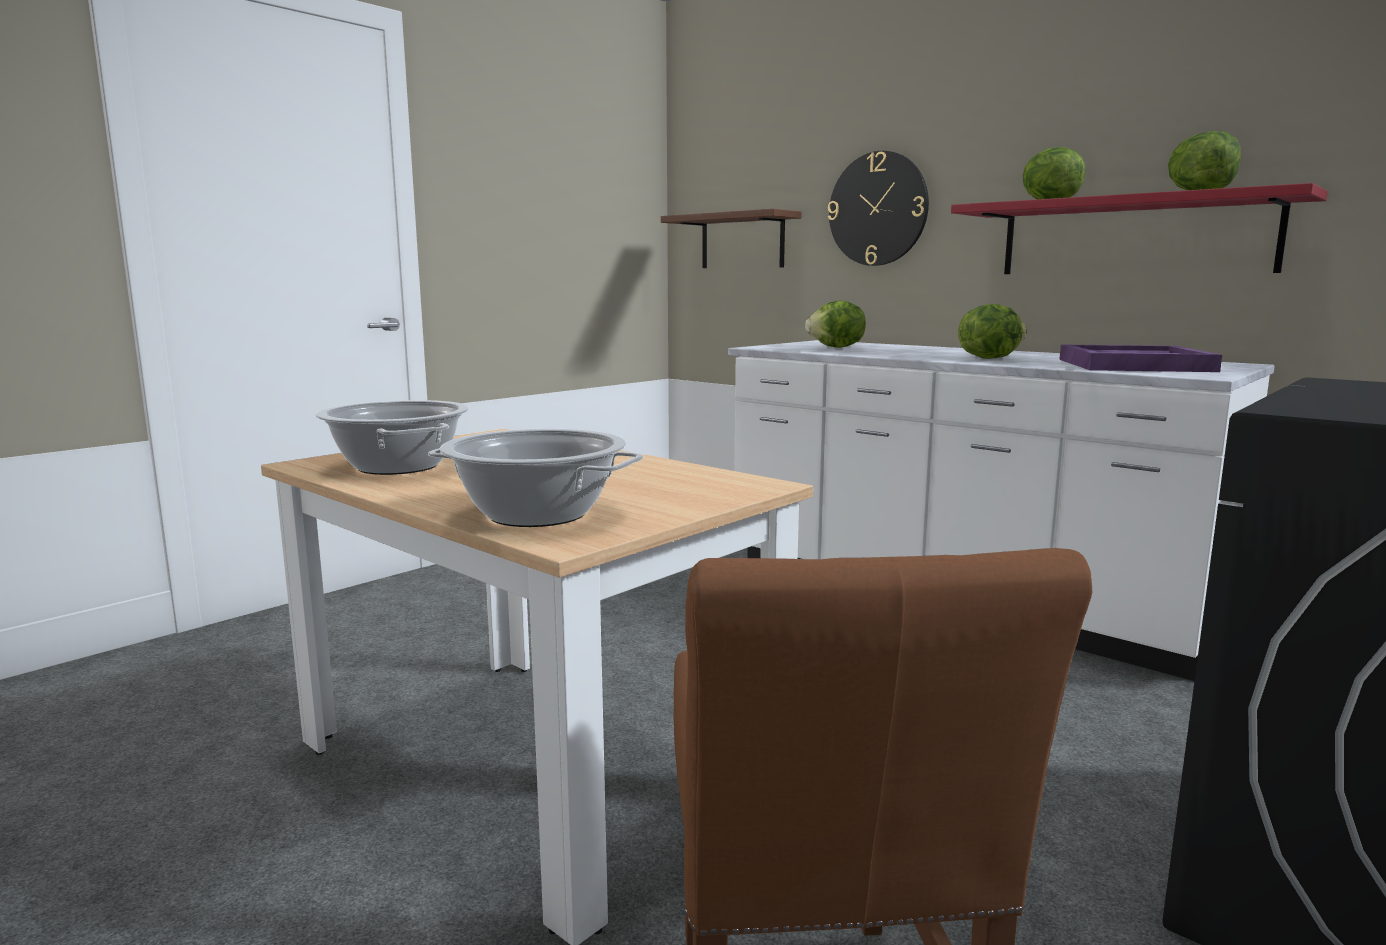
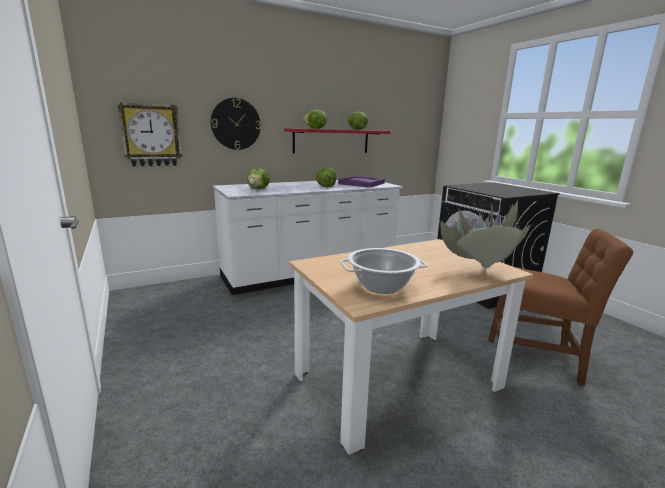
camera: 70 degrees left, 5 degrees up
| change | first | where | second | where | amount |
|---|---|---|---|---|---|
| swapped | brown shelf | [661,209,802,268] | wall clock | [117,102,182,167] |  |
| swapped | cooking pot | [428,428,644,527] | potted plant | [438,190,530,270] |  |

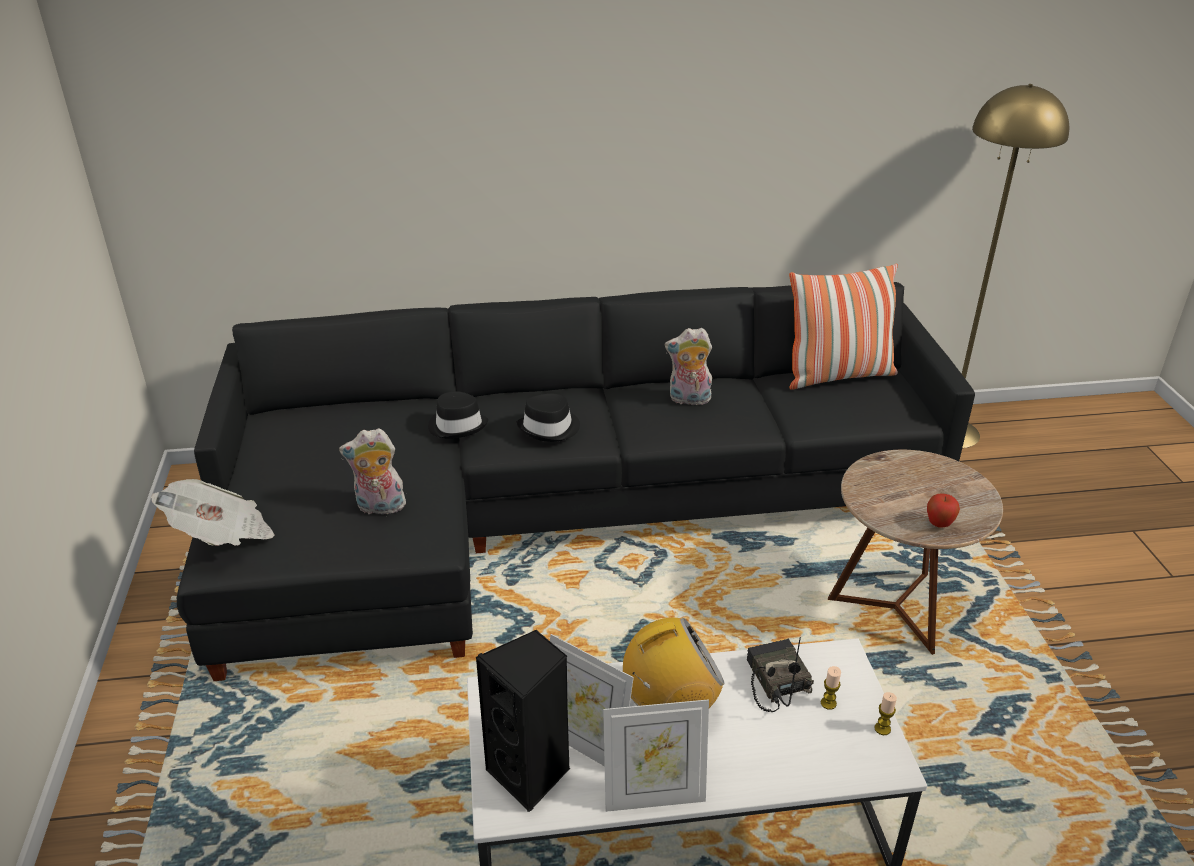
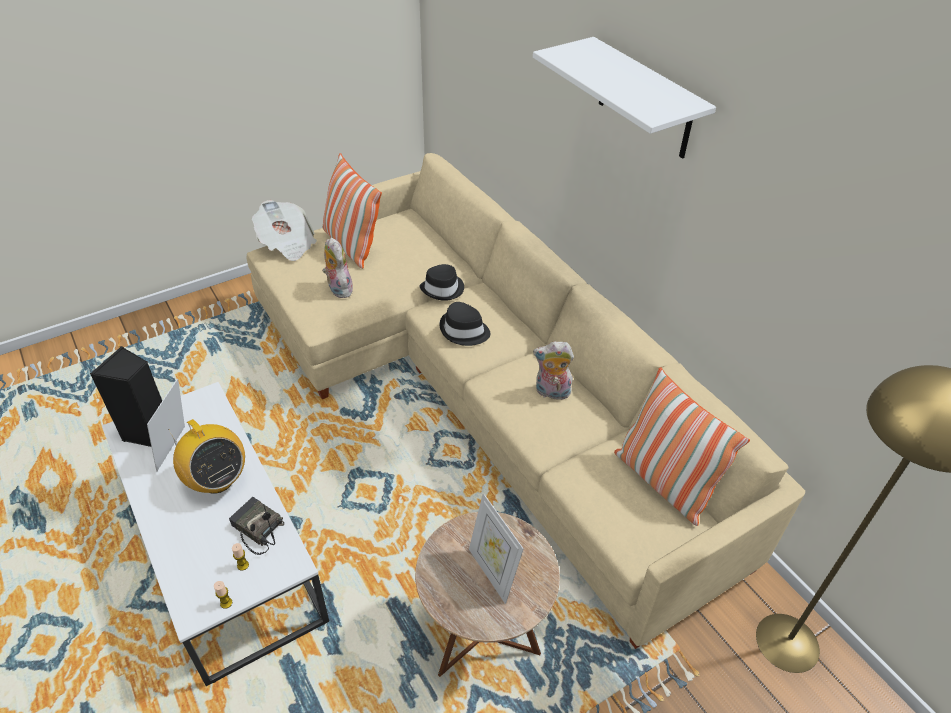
camera: 65 degrees right, 10 degrees up
| change | first | where | second | where | amount |
|---|---|---|---|---|---|
| repainted | black sofa | [177,282,975,681] | beige sofa | [246,153,805,649] |  |
| rotated | plush toy | [665,328,712,405] |  | [533,341,574,400] | 60 degrees counterclockwise |
| gone | apple | [927,493,960,528] |  |  |  |
| rotated | radio | [747,637,814,712] |  | [229,497,284,555] | 105 degrees counterclockwise |
| shifted | picture frame | [603,699,709,812] |  | [469,493,524,604] |  |
| new |  |  | white shelf | [533,37,716,159] |  |
| new |  |  | pillow | [322,153,382,269] |  |

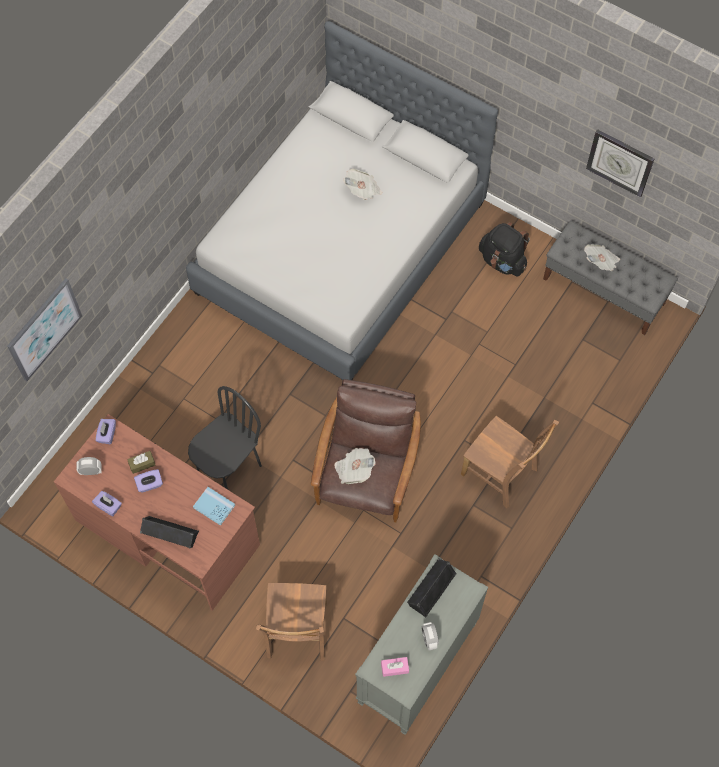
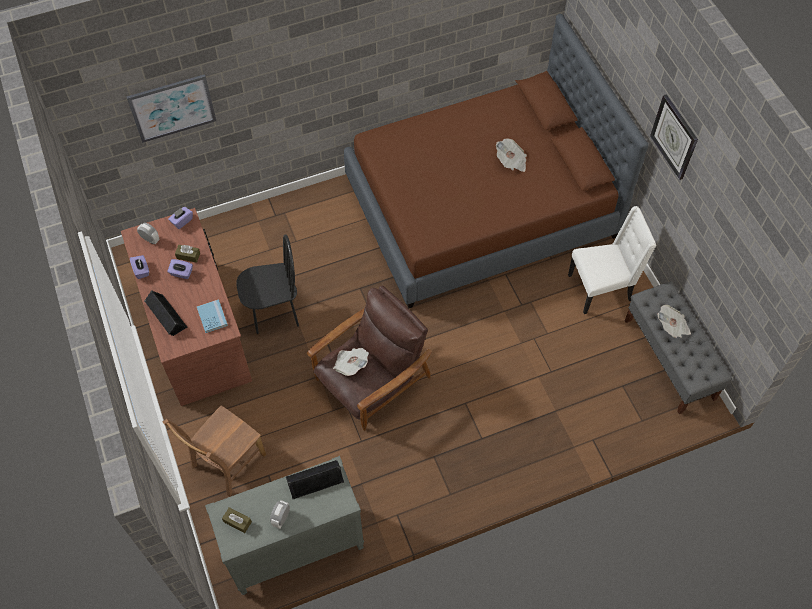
camera: 35 degrees right, 5 degrees down
| change | first | where | second | where | amount |
|---|---|---|---|---|---|
| repainted | grey bed | [186,21,498,380] | brown bed | [344,14,648,308] |  |
| shifted | wall clock | [586,129,654,197] |  | [650,94,698,180] |  |
| swapped | black backpack | [479,222,530,276] | white chair | [568,206,656,314] |  |
| gone | brown chair | [461,416,559,508] |  |  |  |
| repainted | pink tissue box | [381,657,409,677] | brown tissue box | [222,507,252,533] |  |

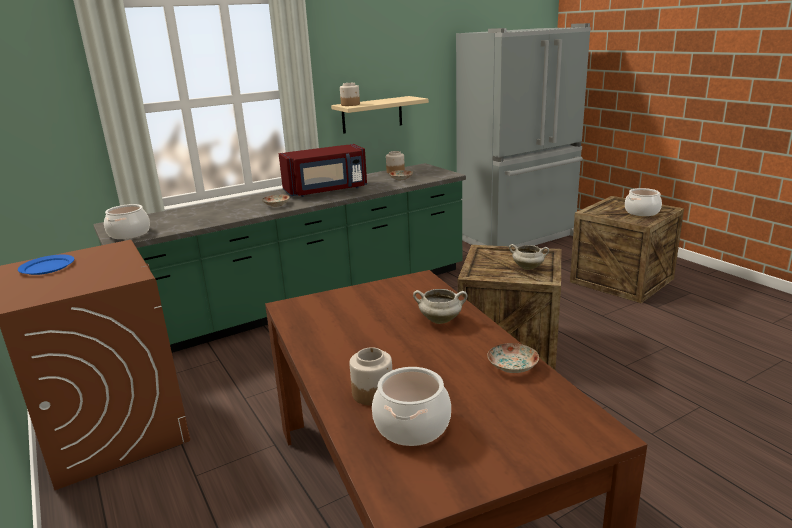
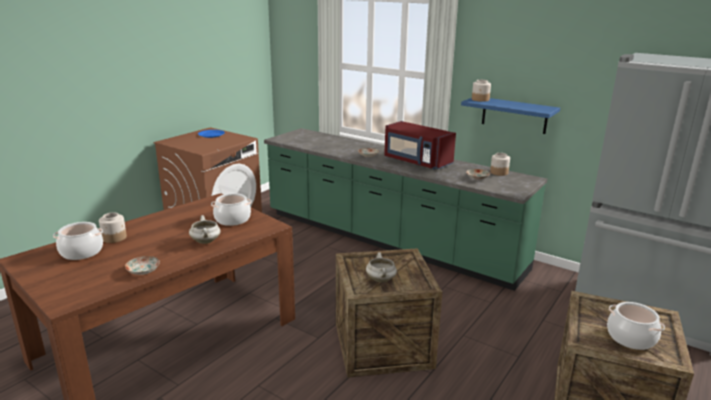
camera: 65 degrees right, 0 degrees up
| change | first | where | second | where | amount |
|---|---|---|---|---|---|
| repainted | beige shelf | [331,96,429,134] | blue shelf | [461,98,560,134] |  |
| shifted | cooking pot | [104,204,150,239] |  | [211,193,252,226] |  |

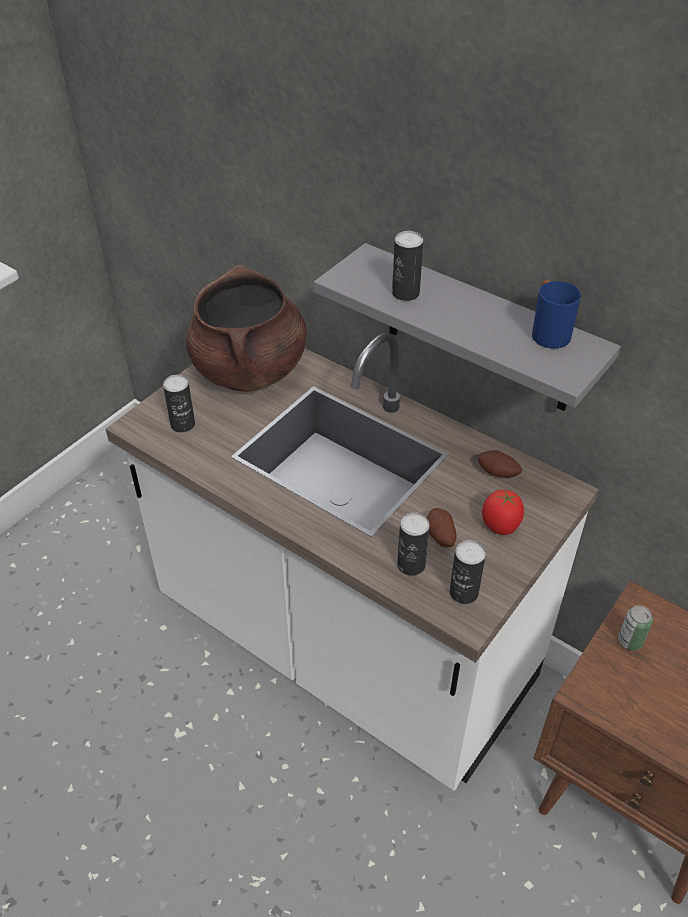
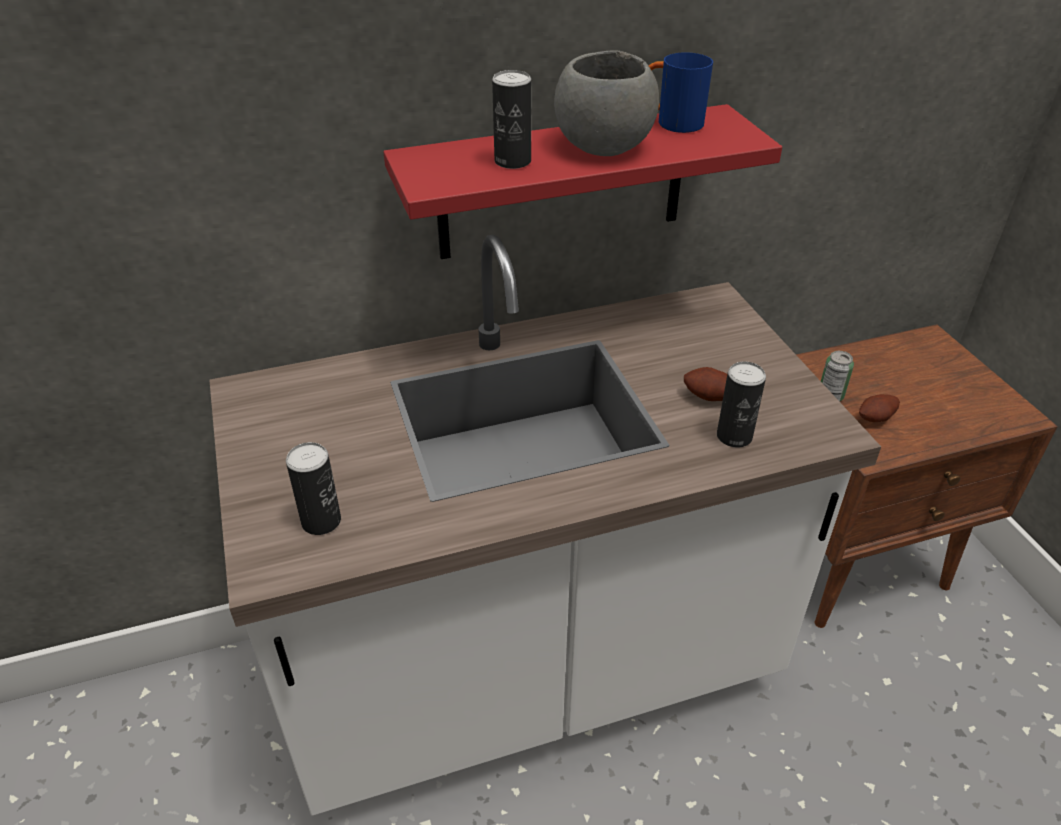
camera: 55 degrees left, 5 degrees down
| change | first | where | second | where | amount |
|---|---|---|---|---|---|
| repainted | grey shelf | [314,243,621,411] | red shelf | [384,104,782,259] |  |
| gone | brown cooking pot | [186,265,307,392] |  |  |  |
| shifted | potato | [478,450,522,478] |  | [859,394,900,422] |  |
| gone | tomato | [482,490,524,535] |  |  |  |
| gone | can | [450,540,486,604] |  |  |  |
| new |  |  | grey bowl | [554,50,659,156] |  |

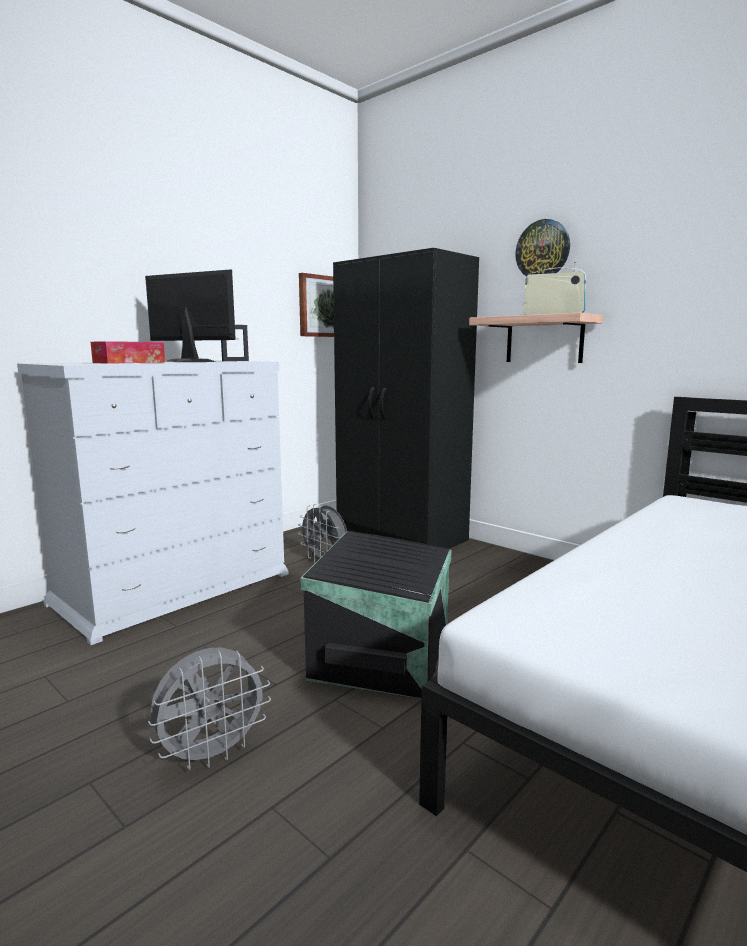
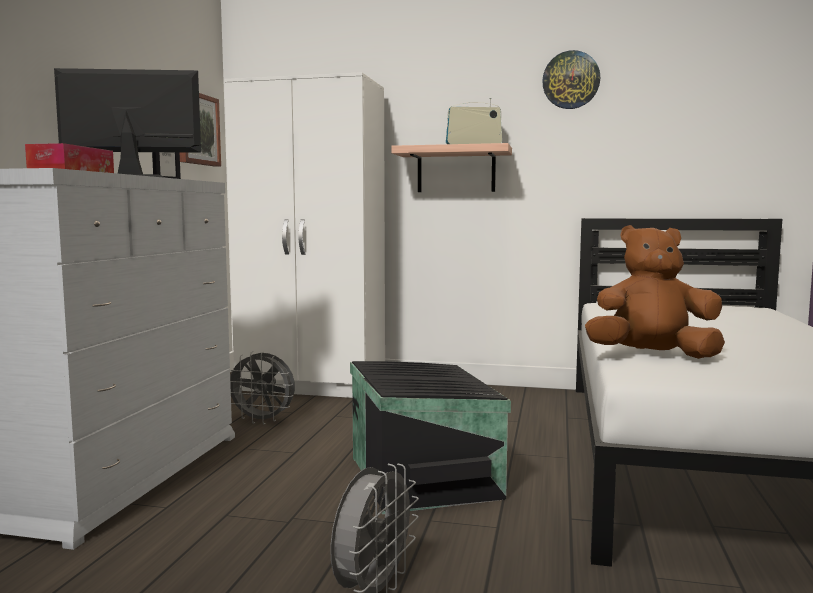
camera: 30 degrees left, 5 degrees down
| change | first | where | second | where | amount |
|---|---|---|---|---|---|
| shifted | wall clock | [515,219,570,277] |  | [542,50,600,109] |  |
| repainted | black wardrobe | [333,248,479,549] | white wardrobe | [224,72,385,398] |  |
| new |  |  | brown plush toy | [585,225,725,359] |  |

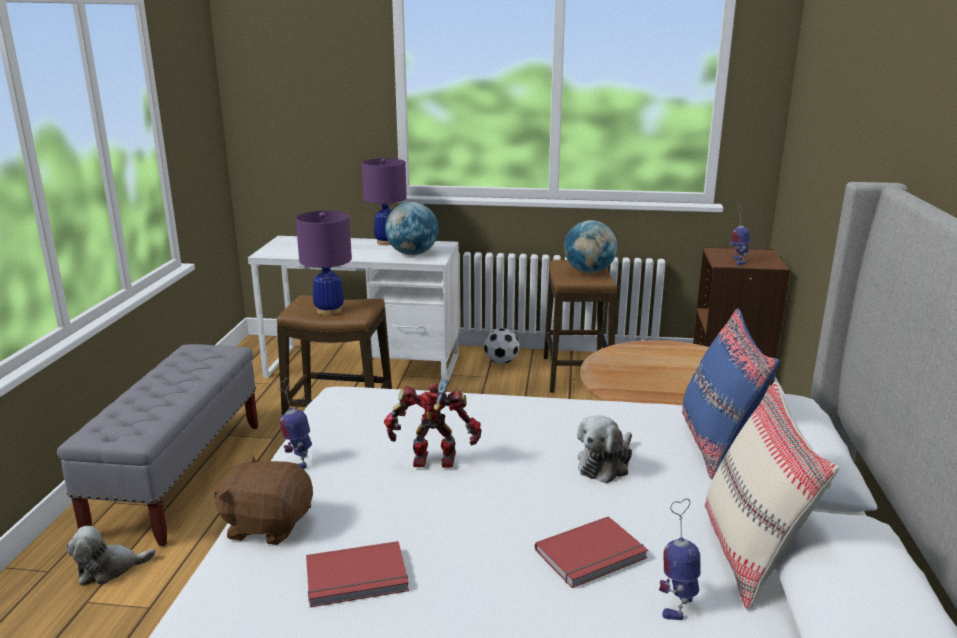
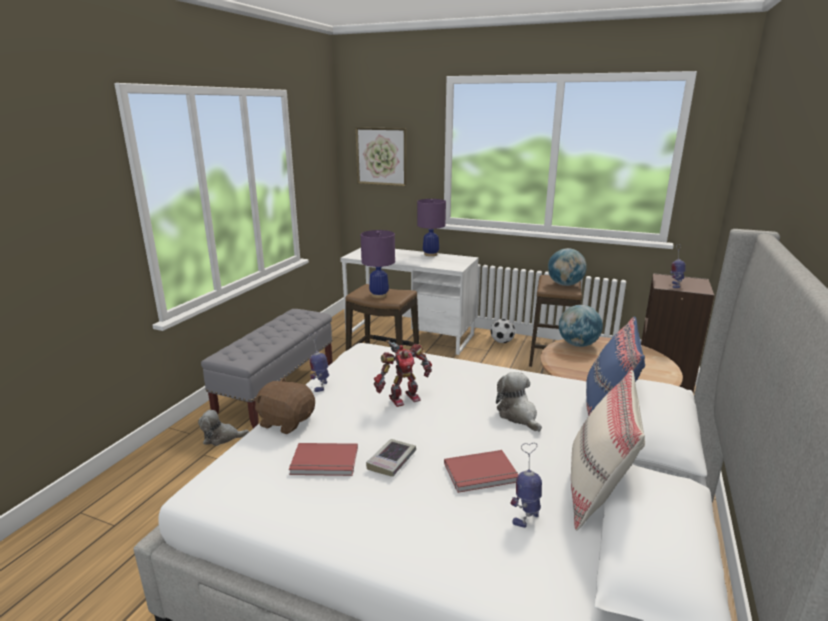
camera: 15 degrees right, 0 degrees up
| change | first | where | second | where | amount |
|---|---|---|---|---|---|
| shifted | globe | [385,202,439,255] |  | [559,305,603,347] |  |
| rotated | toy robot | [384,380,482,468] |  | [374,340,432,407] | 135 degrees clockwise |
| rotated | plush toy | [577,415,632,483] |  | [496,372,542,432] | 105 degrees clockwise |
| new |  |  | picture | [355,127,407,186] |  |
| new |  |  | book | [366,439,416,477] |  |

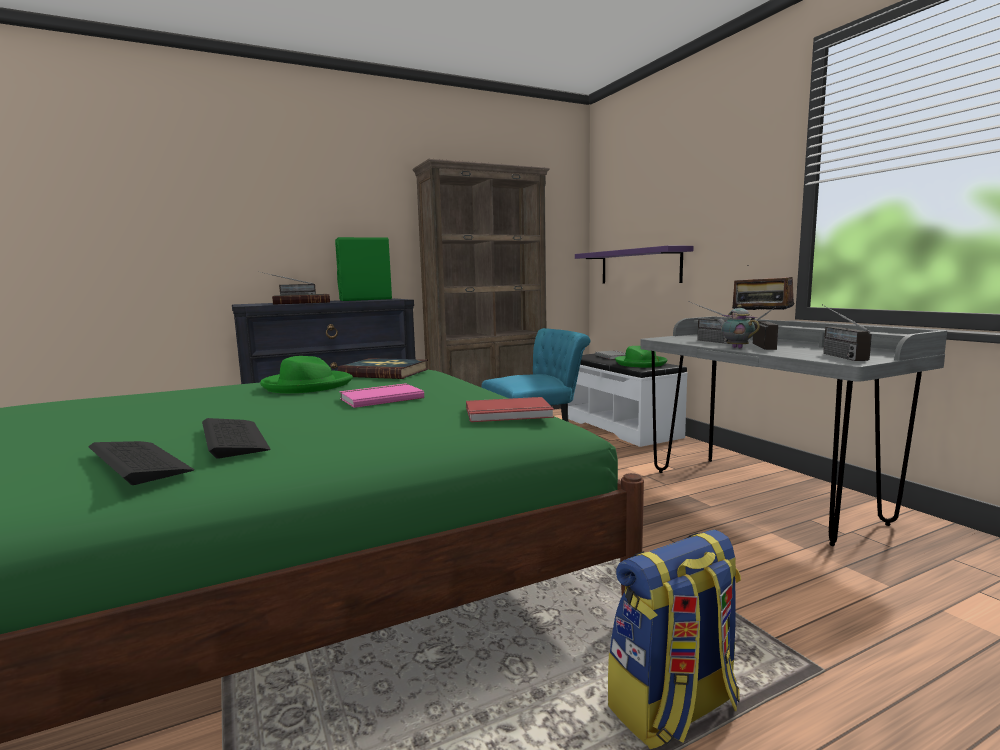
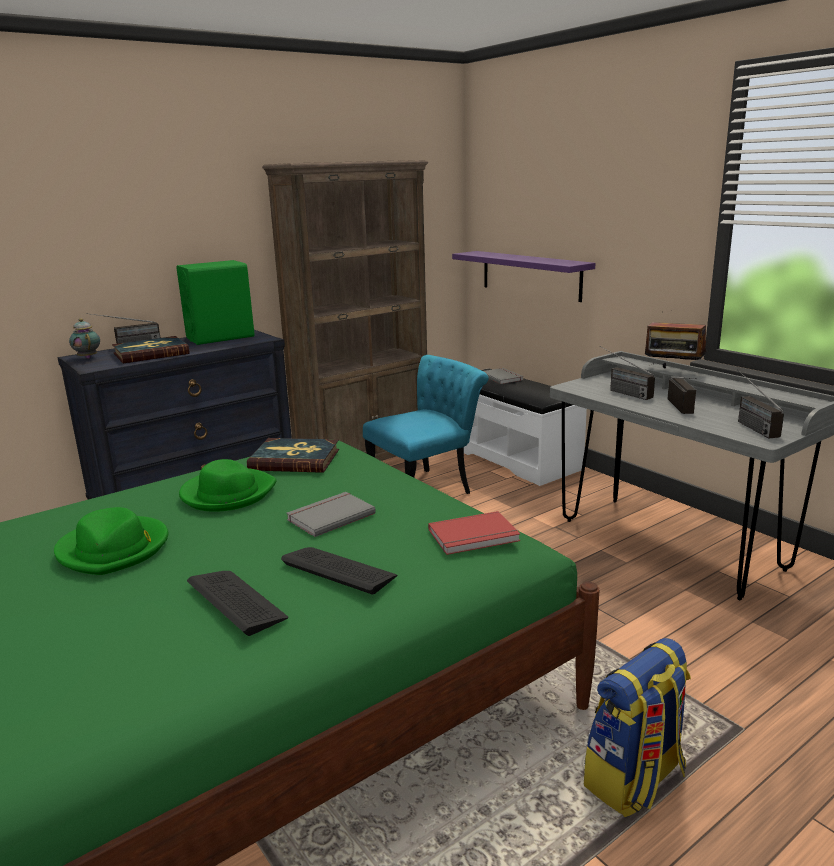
camera: 10 degrees left, 10 degrees up
| change | first | where | second | where | amount |
|---|---|---|---|---|---|
| shifted | teapot | [717,305,760,349] |  | [69,319,100,359] |  |
| shifted | green hat | [615,346,667,368] |  | [54,507,168,575] |  |
| repainted | pink book | [339,383,424,408] | grey book | [286,492,376,537] |  |
| shifted | keyboard | [89,441,194,485] |  | [281,547,397,594] |  |

